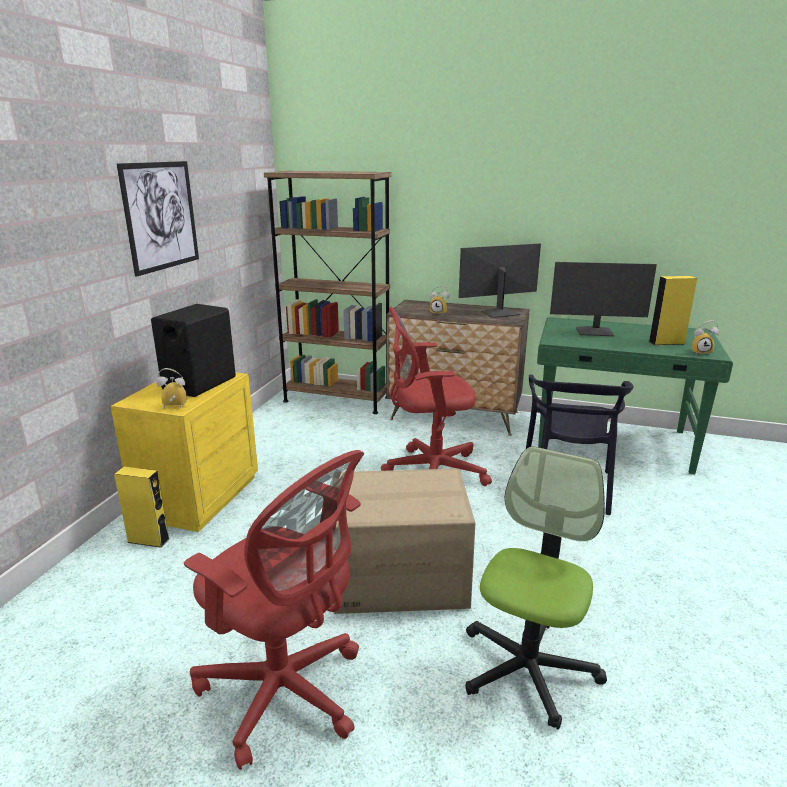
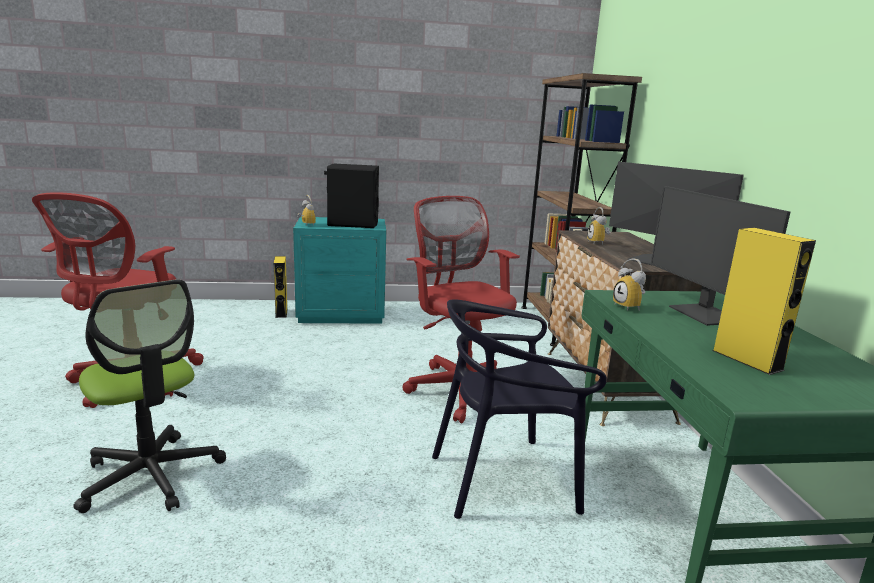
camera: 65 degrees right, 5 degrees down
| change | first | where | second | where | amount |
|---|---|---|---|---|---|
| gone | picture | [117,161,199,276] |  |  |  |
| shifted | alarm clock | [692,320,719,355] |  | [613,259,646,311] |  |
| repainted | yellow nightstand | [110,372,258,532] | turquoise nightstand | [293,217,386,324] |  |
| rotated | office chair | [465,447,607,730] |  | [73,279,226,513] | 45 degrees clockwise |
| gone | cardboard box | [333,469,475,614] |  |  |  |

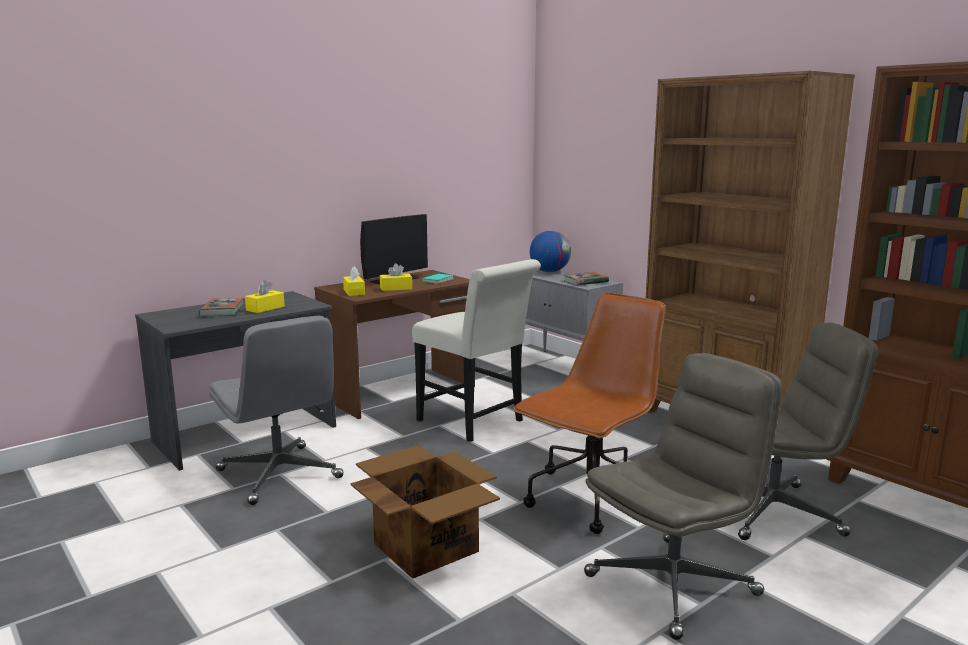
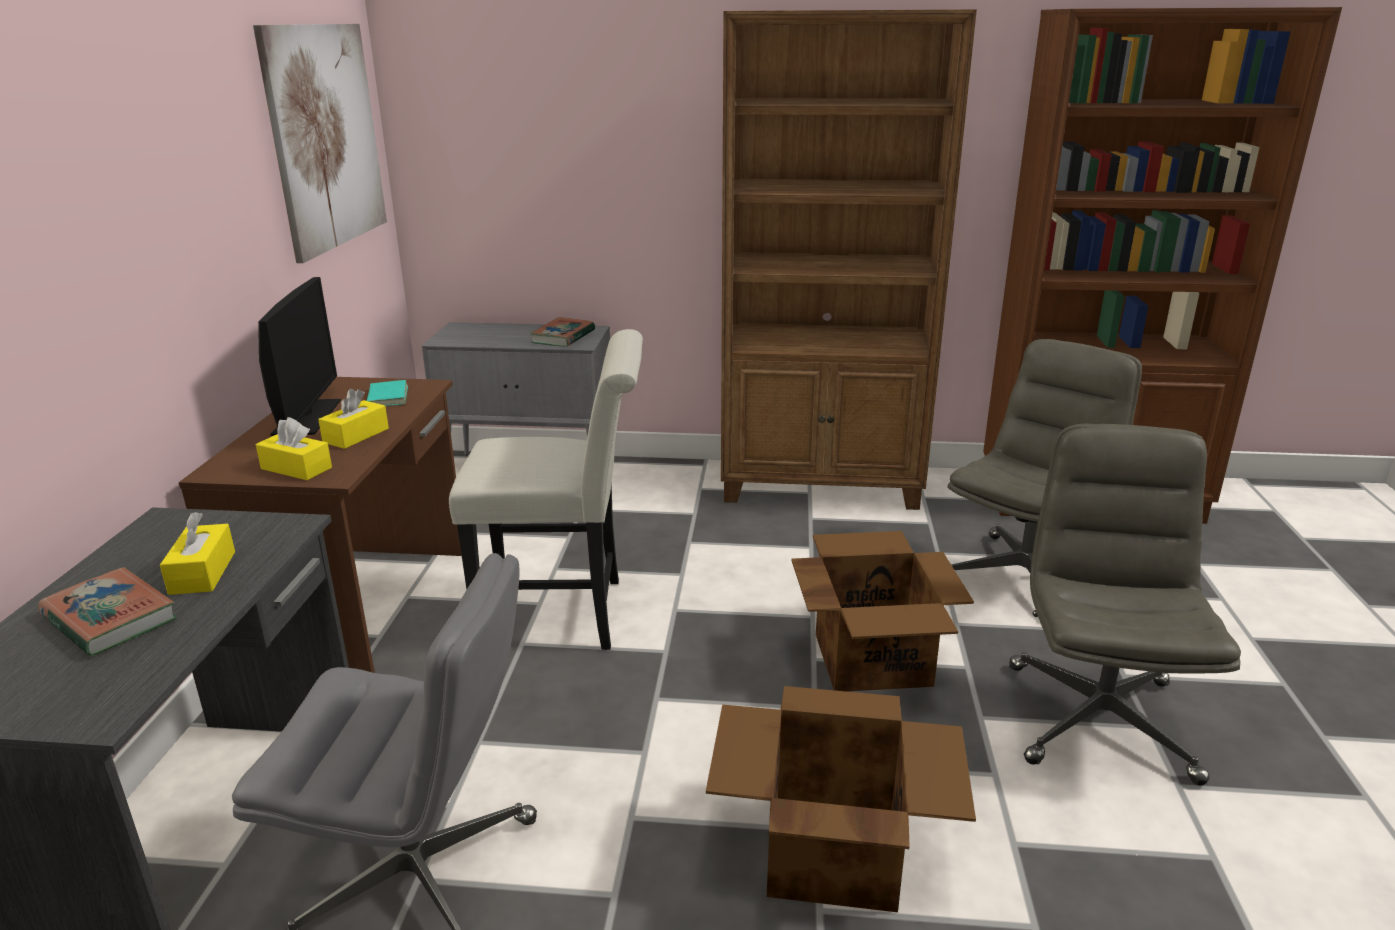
camera: 45 degrees left, 10 degrees up
| change | first | where | second | where | amount |
|---|---|---|---|---|---|
| gone | globe | [530,231,571,272] |  |  |  |
| swapped | brown office chair | [513,293,665,534] | cardboard box | [791,531,974,692] |  |
| new |  |  | picture | [253,24,387,263] |  |

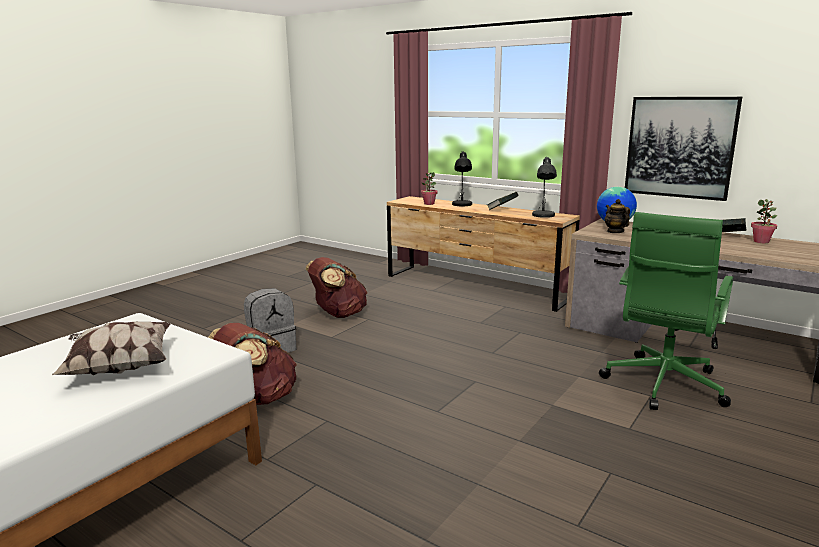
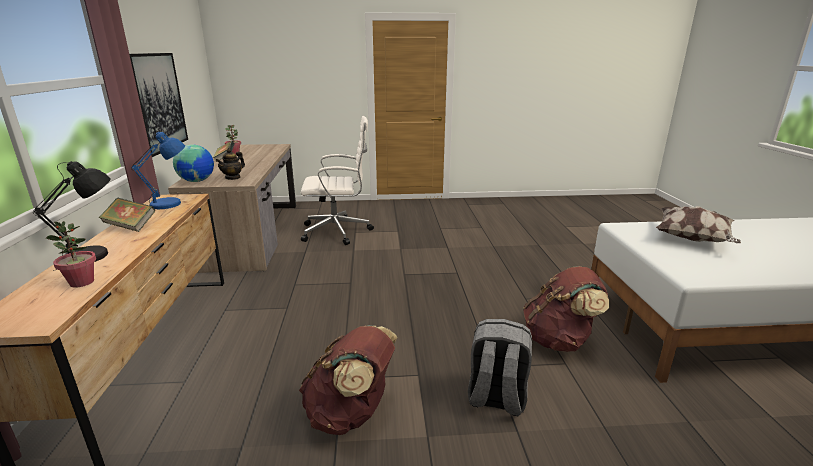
camera: 130 degrees left, 5 degrees up
| change | first | where | second | where | amount |
|---|---|---|---|---|---|
| repainted | grey table lamp | [532,157,557,218] | blue table lamp | [131,132,185,209] |  |
| repainted | green office chair | [599,212,734,410] | white office chair | [301,116,374,245] |  |

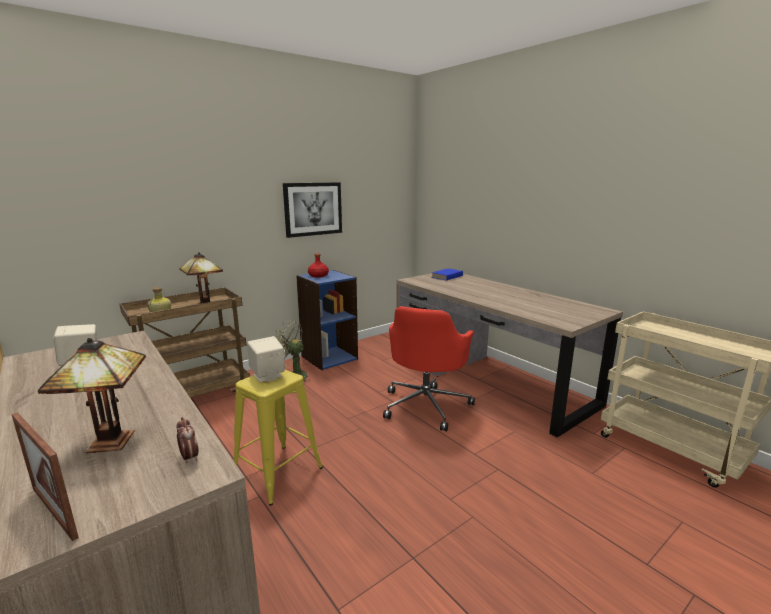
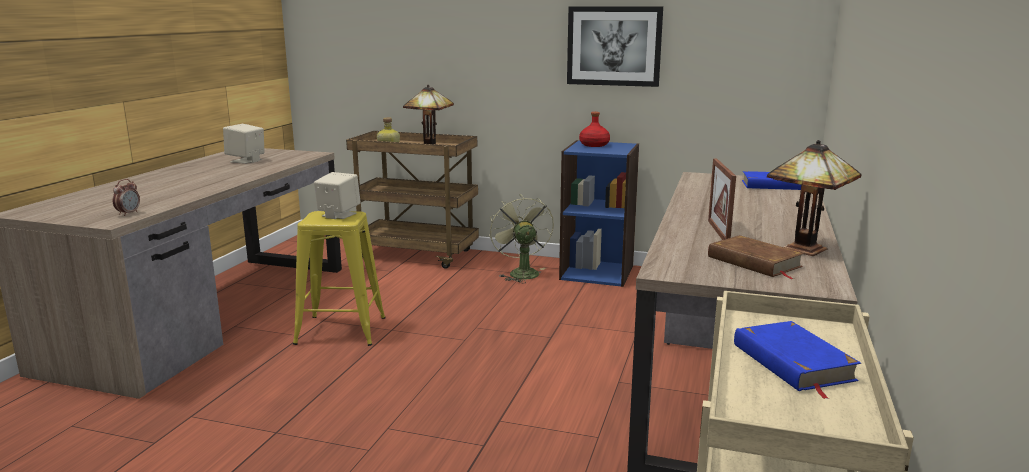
camera: 55 degrees right, 0 degrees up
| change | first | where | second | where | amount |
|---|---|---|---|---|---|
| gone | red office chair | [383,306,475,431] |  |  |  |
| shifted | table lamp | [38,338,146,453] |  | [767,140,861,256] |  |
| shifted | picture frame | [11,412,79,541] |  | [708,158,736,240] |  |
| new |  |  | brown book | [708,235,804,279] |  |
| new |  |  | blue book | [734,321,861,399] |  |

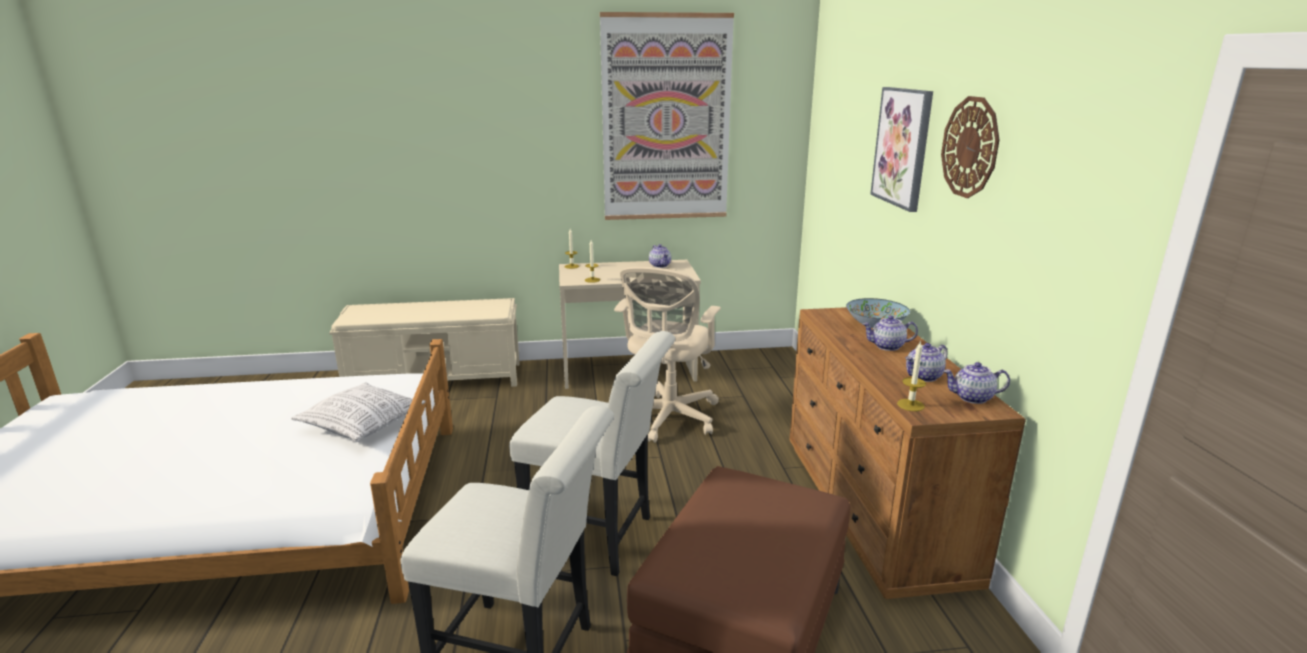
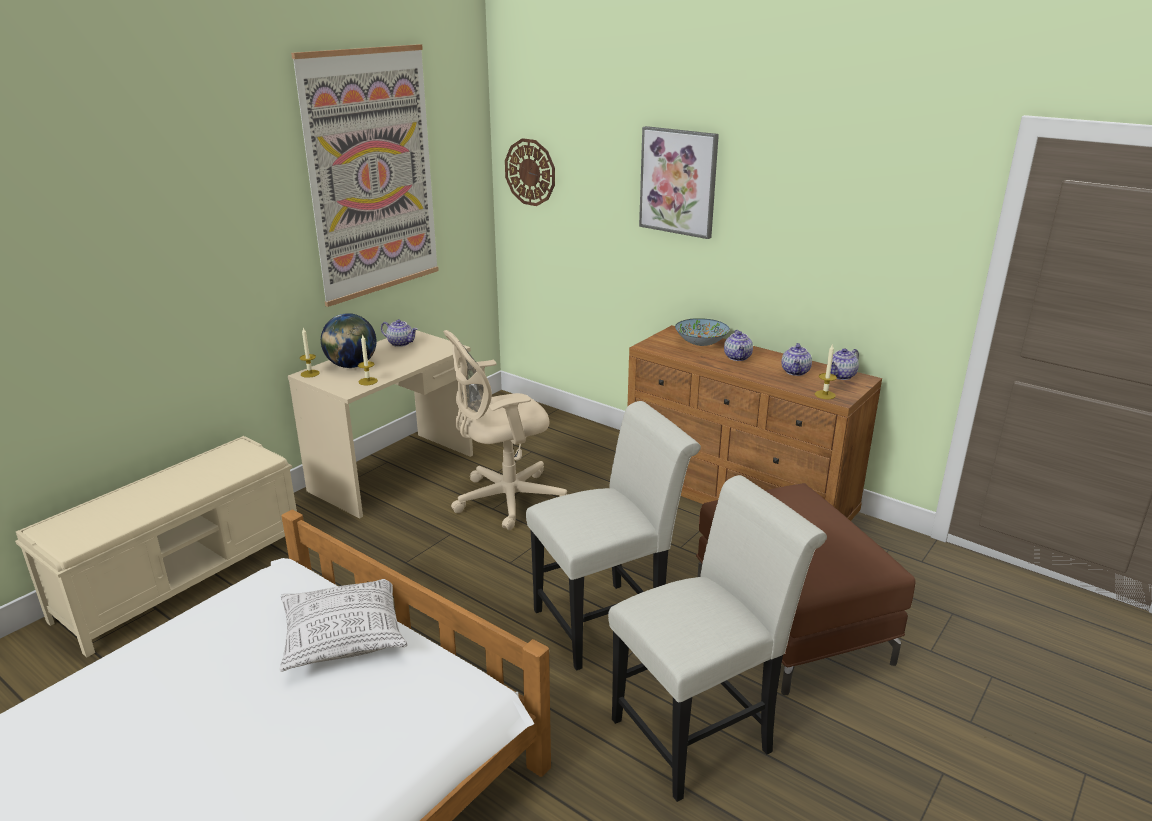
camera: 45 degrees left, 5 degrees up
| change | first | where | second | where | amount |
|---|---|---|---|---|---|
| shifted | wall clock | [941,96,1000,198] |  | [505,138,555,206] |  |
| rotated | beige office chair | [614,267,721,443] |  | [443,330,568,530] | 90 degrees clockwise |
| rotated | teapot | [862,316,918,351] |  | [724,330,753,361] | 45 degrees counterclockwise |
| new |  |  | globe | [321,313,377,368] |  |

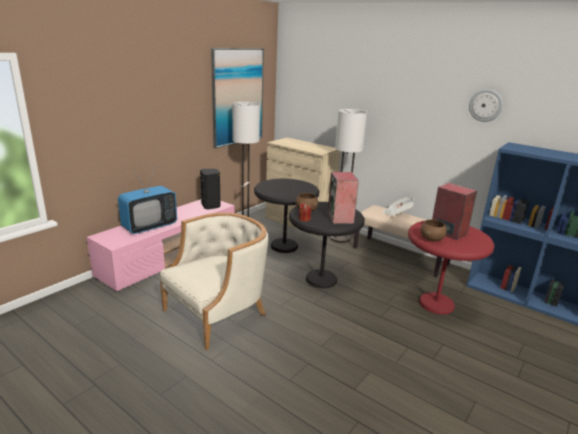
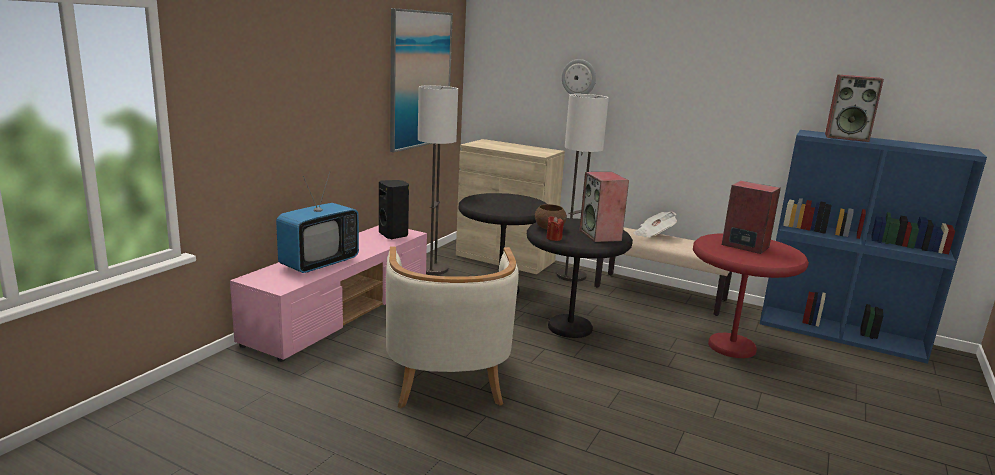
camera: 10 degrees left, 5 degrees down
| change | first | where | second | where | amount |
|---|---|---|---|---|---|
| shifted | wall clock | [469,89,503,122] |  | [562,59,596,94] |  |
| rotated | beige armchair | [160,212,268,350] |  | [386,246,519,409] | 135 degrees clockwise |
| gone | brown bowl | [420,219,447,242] |  |  |  |
| new |  |  | speaker | [825,74,884,142] |  |

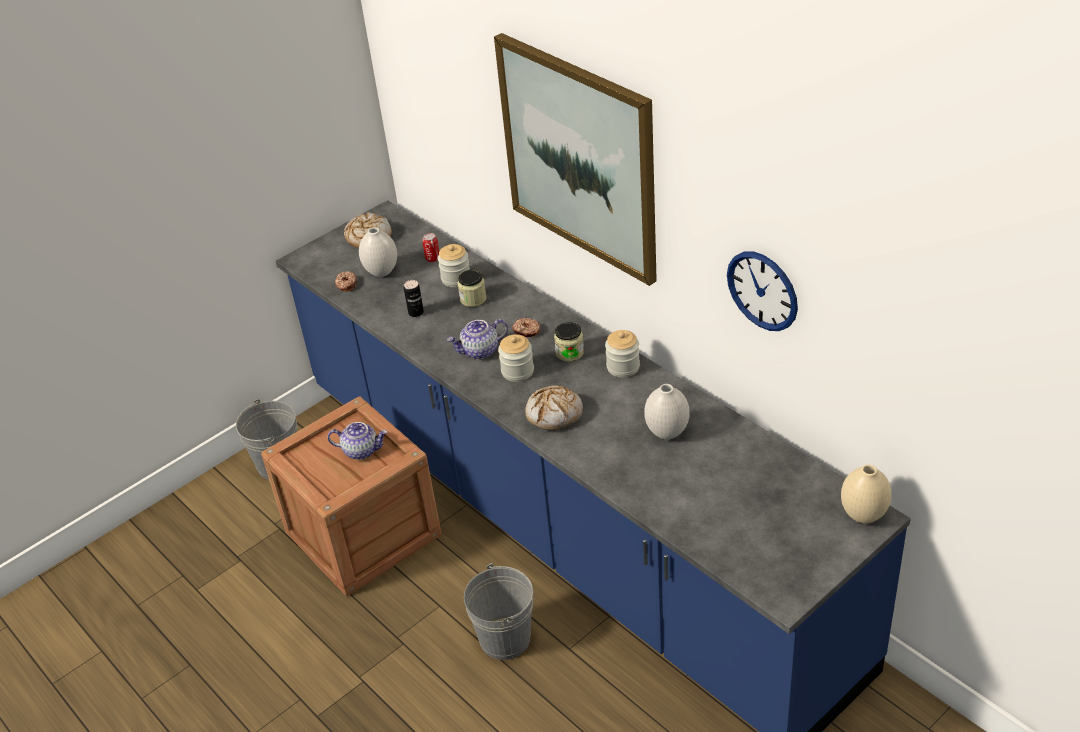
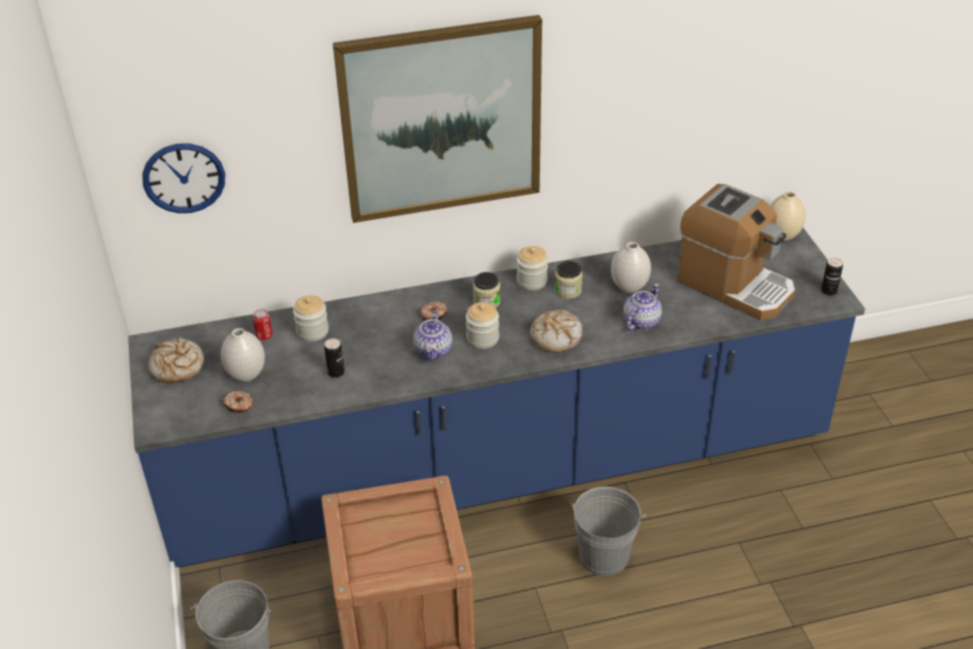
camera: 65 degrees left, 0 degrees up
| change | first | where | second | where | amount |
|---|---|---|---|---|---|
| shifted | wall clock | [727,251,798,331] |  | [142,143,225,213] |  |
| shifted | jar | [458,270,486,307] |  | [555,261,583,299] |  |
| shifted | teapot | [328,422,387,460] |  | [623,284,662,331] |  |
| new |  |  | coffee machine | [677,184,795,320] |  |
| new |  |  | can | [821,258,843,295] |  |

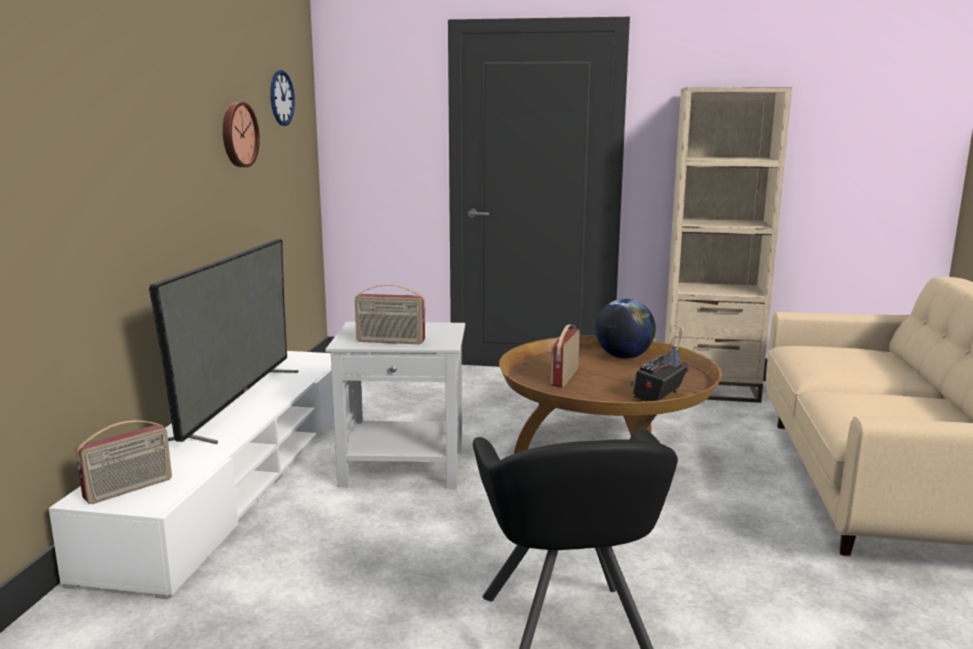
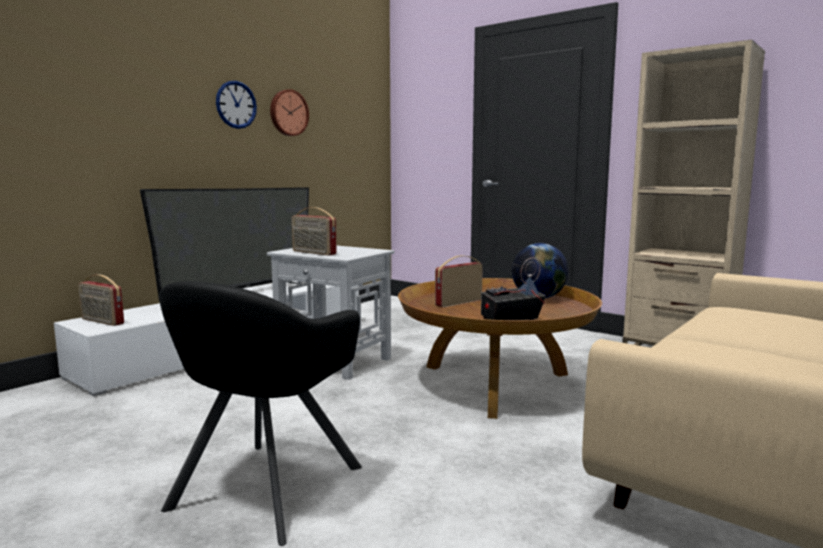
camera: 30 degrees right, 5 degrees down
| change | first | where | second | where | amount |
|---|---|---|---|---|---|
| shifted | wall clock | [270,70,295,126] |  | [216,81,257,129] |  |
| rotated | radio | [76,420,172,504] |  | [78,274,124,326] | 45 degrees clockwise |

